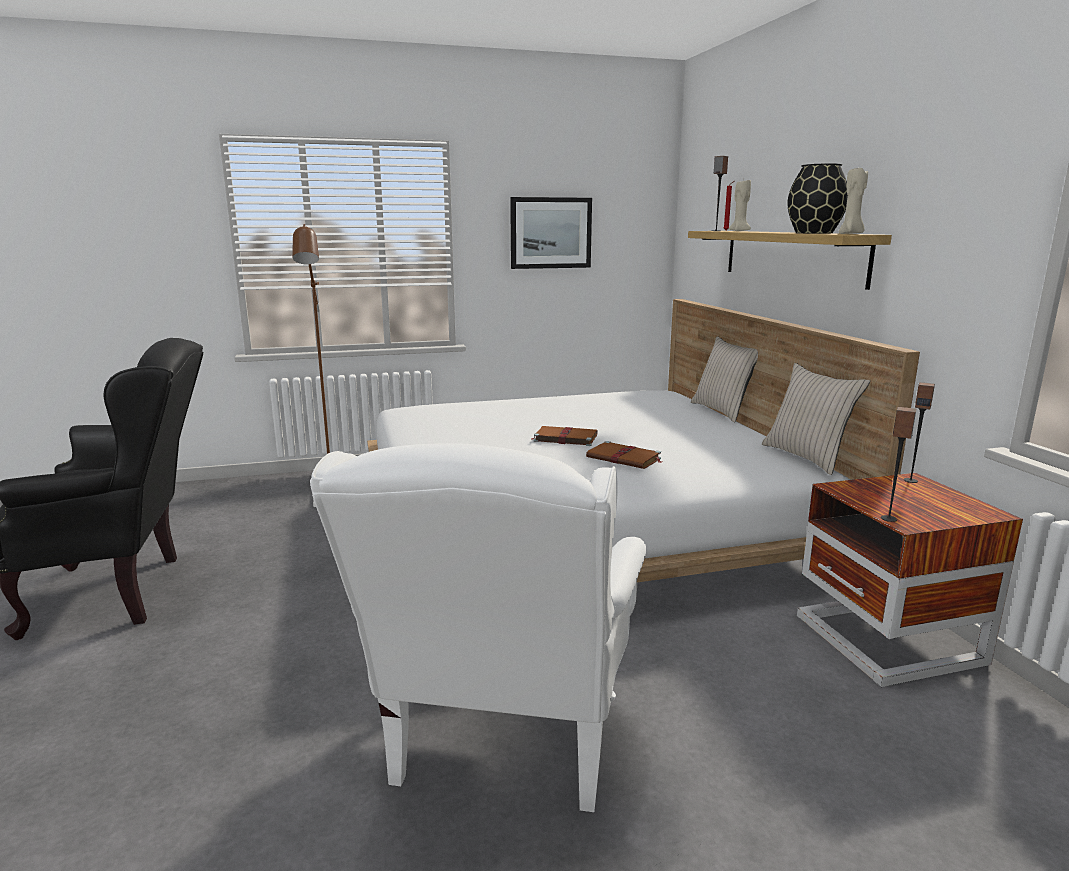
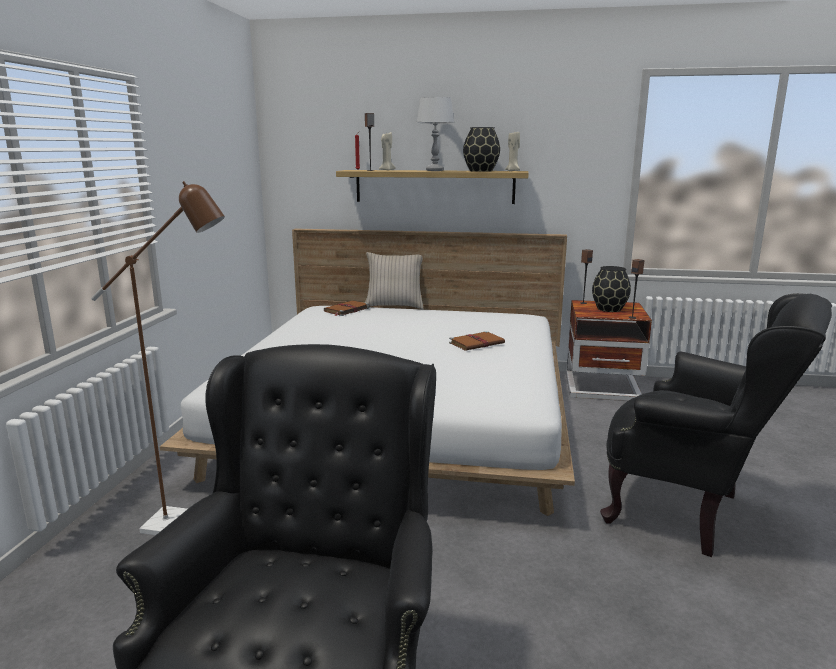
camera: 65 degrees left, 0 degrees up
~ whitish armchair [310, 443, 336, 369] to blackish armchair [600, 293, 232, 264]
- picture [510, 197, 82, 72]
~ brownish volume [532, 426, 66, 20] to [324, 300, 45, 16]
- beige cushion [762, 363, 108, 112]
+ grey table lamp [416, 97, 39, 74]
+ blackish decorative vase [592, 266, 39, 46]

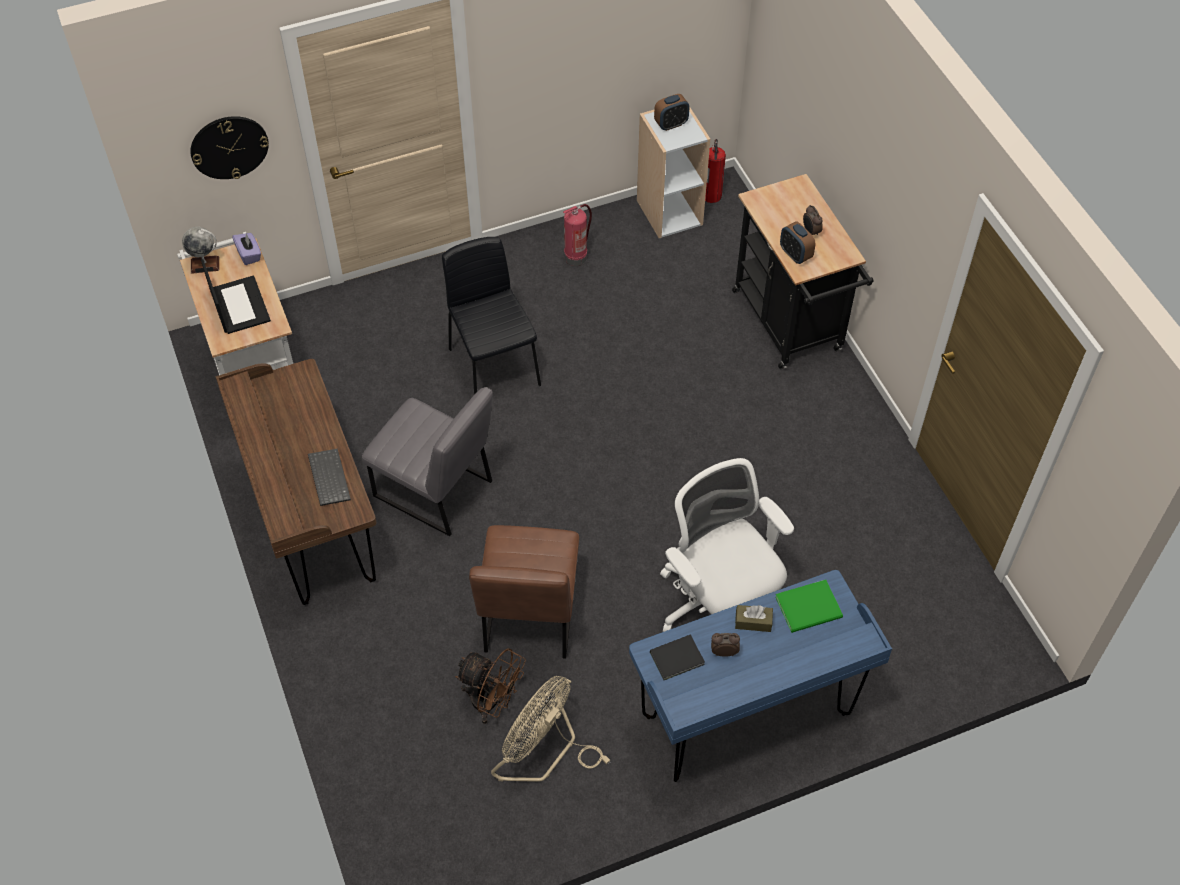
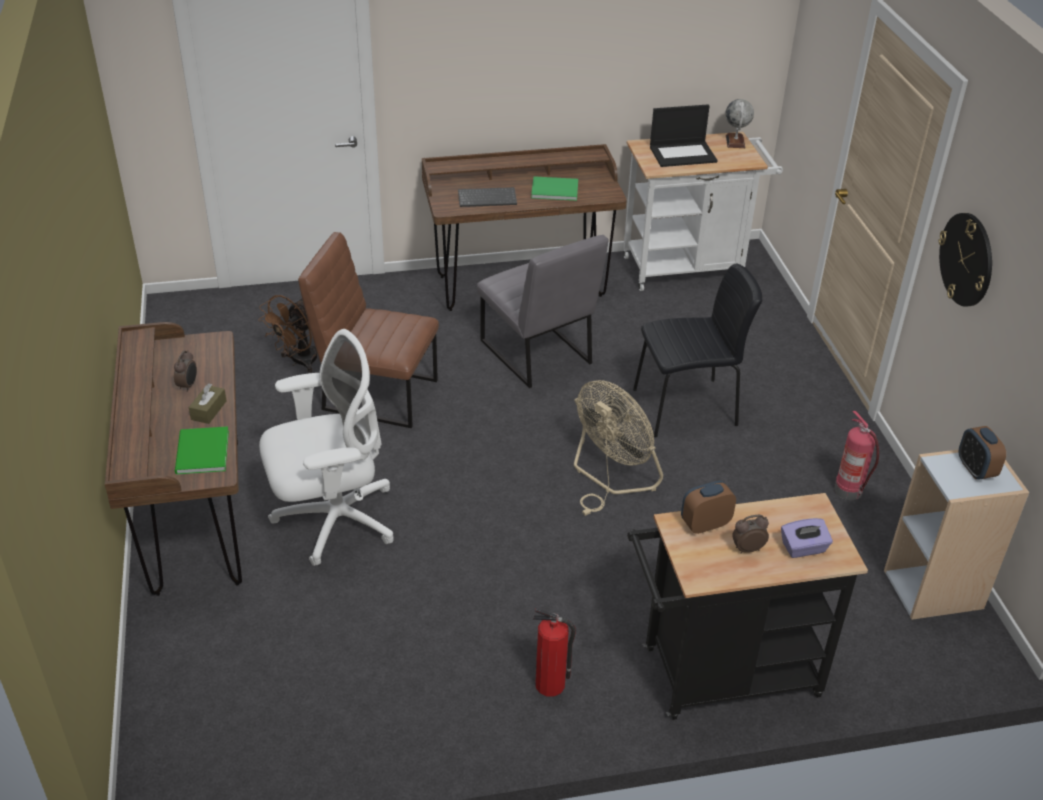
camera: 100 degrees right, 15 degrees down
~ wall clock [190, 116, 79, 63] to [938, 213, 54, 94]
~ purple-coloured box of tissues [232, 232, 29, 33] to [781, 518, 52, 40]
~ grey chair [362, 387, 131, 149] = [477, 235, 132, 153] 75 degrees counterclockwise
~ beige cooling fan [491, 676, 119, 106] to [574, 380, 89, 136]
~ blue-coloured desk table [629, 570, 263, 212] to brownish desk table [105, 322, 137, 274]
- blackish volume [650, 634, 55, 46]
~ extinguisher [705, 139, 21, 64] to [533, 609, 43, 88]
+ green-coloured volume [531, 176, 47, 25]

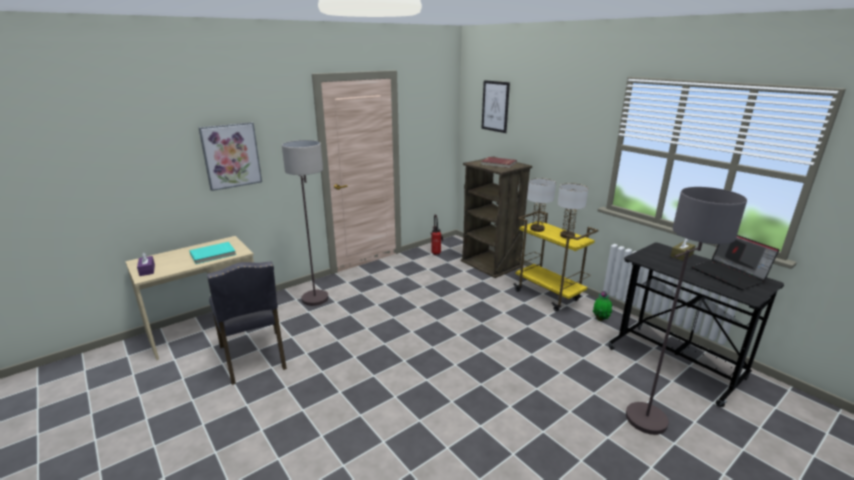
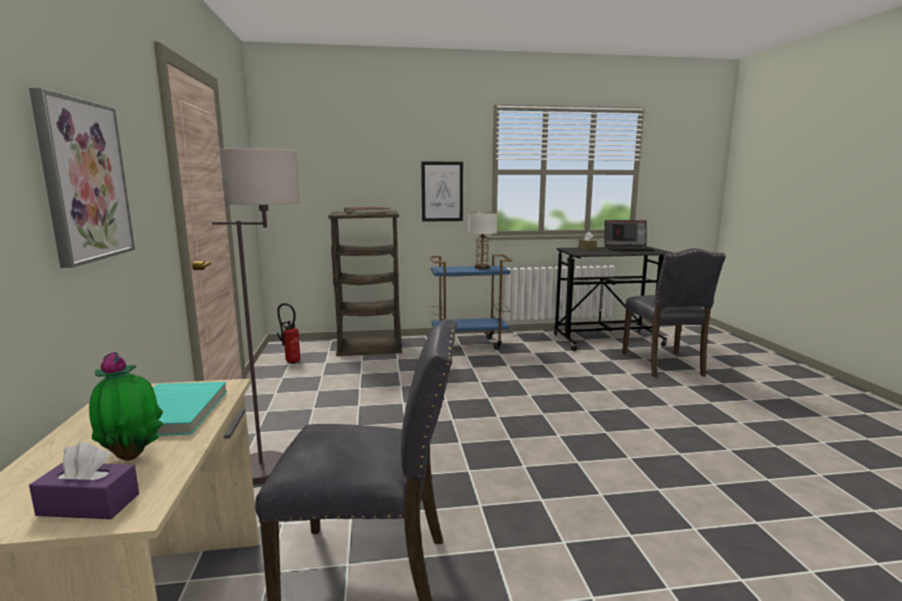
camera: 60 degrees left, 10 degrees down
~ picture [481, 80, 29, 53] to [421, 162, 42, 60]
~ yellow trolley [514, 211, 85, 101] to blue-coloured trolley [429, 254, 84, 96]
- table lamp [527, 178, 29, 54]
~ potted plant [593, 291, 19, 30] to [89, 352, 74, 108]
~ grey standing lamp [626, 187, 121, 248] to grey chair [622, 248, 104, 129]

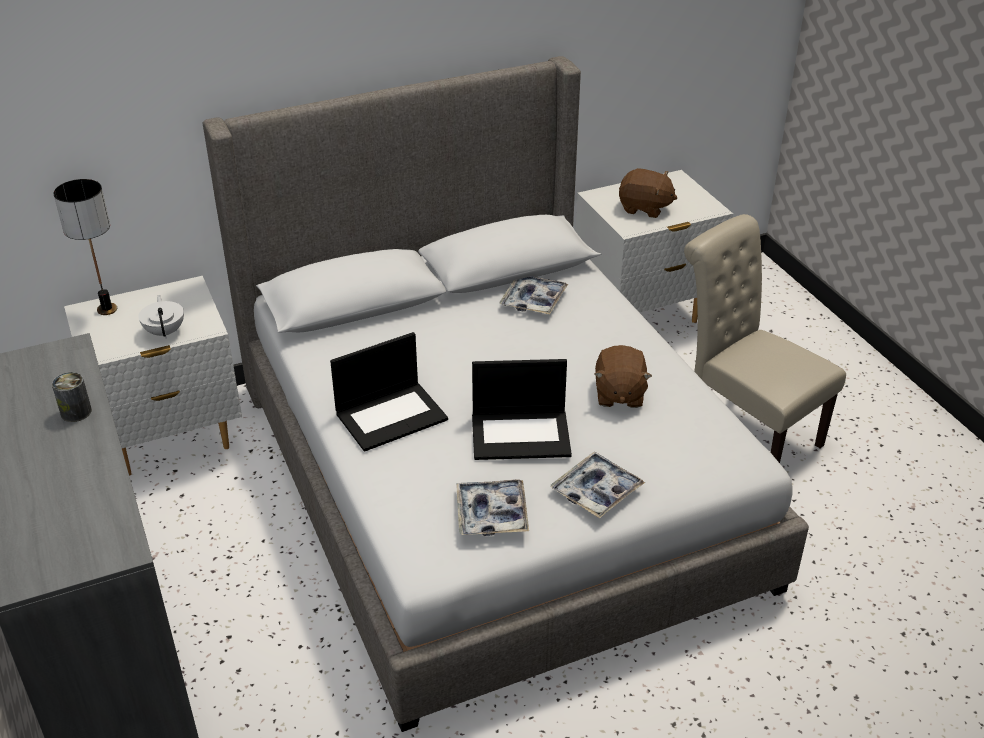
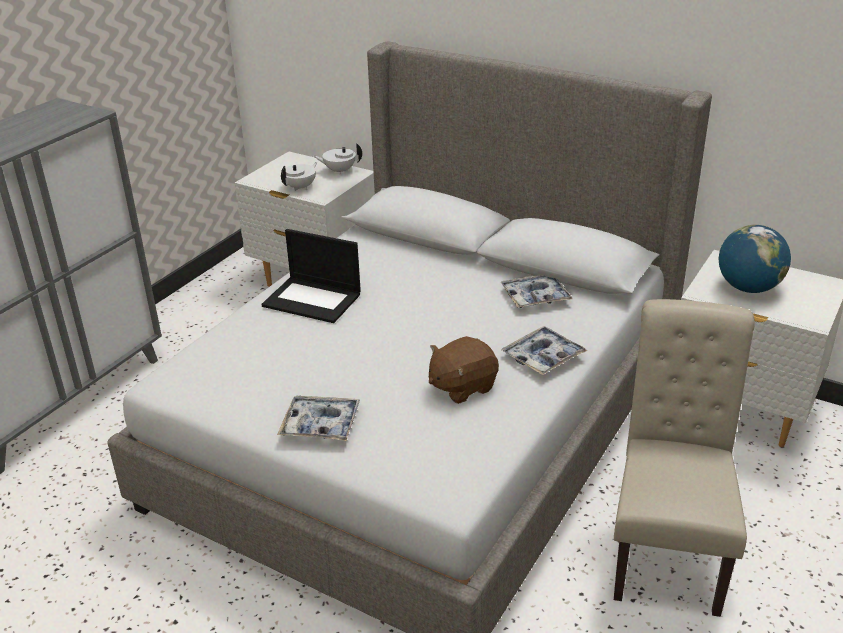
camera: 55 degrees right, 5 degrees down
- can [52, 372, 40, 50]
- table lamp [54, 179, 63, 136]
~ tray [456, 479, 73, 57] to [502, 326, 85, 49]
- notebook computer [472, 359, 100, 101]
~ brownish soft toy [619, 168, 58, 50] to globe [719, 225, 72, 68]
+ whitish tea pot [313, 143, 49, 32]

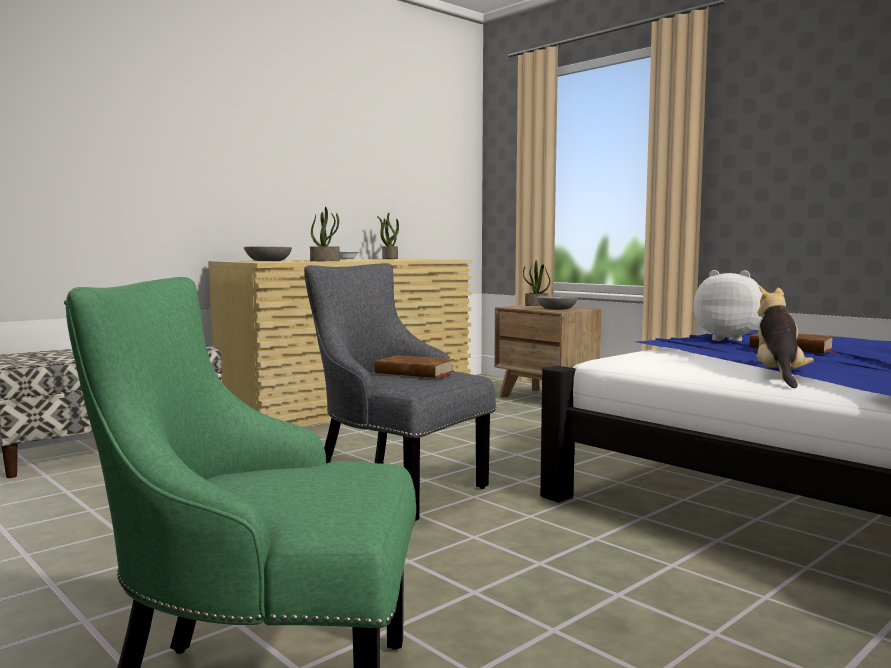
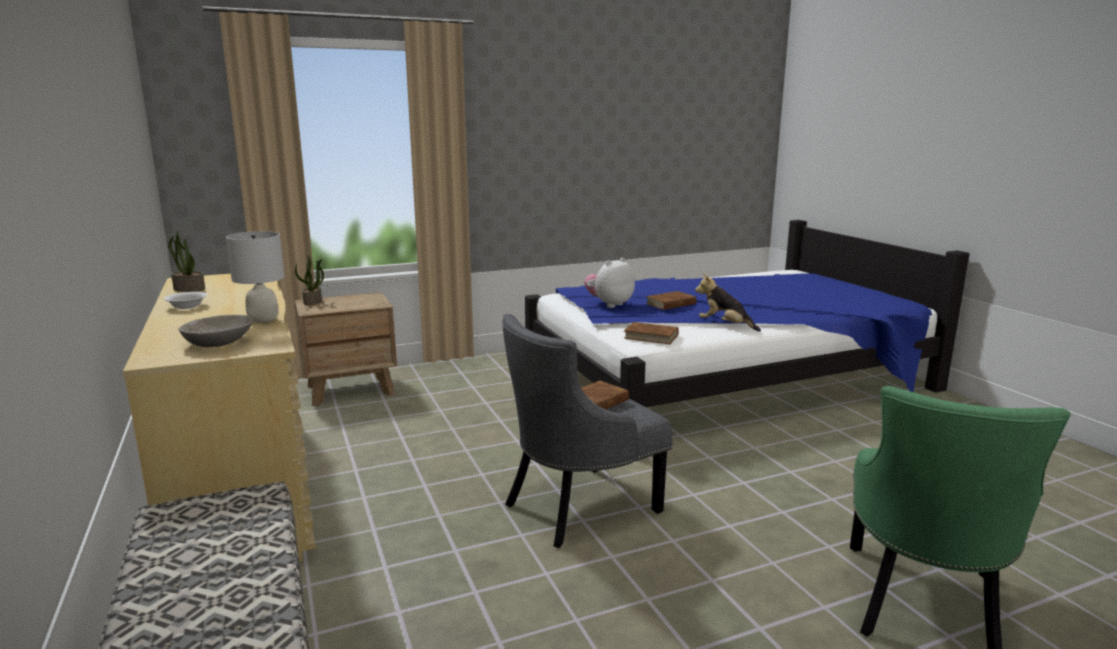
camera: 70 degrees left, 10 degrees up
~ potted plant [310, 207, 30, 54] to grey table lamp [226, 231, 59, 92]
- grey deep dish [536, 296, 42, 14]
+ brownish volume [623, 322, 56, 22]

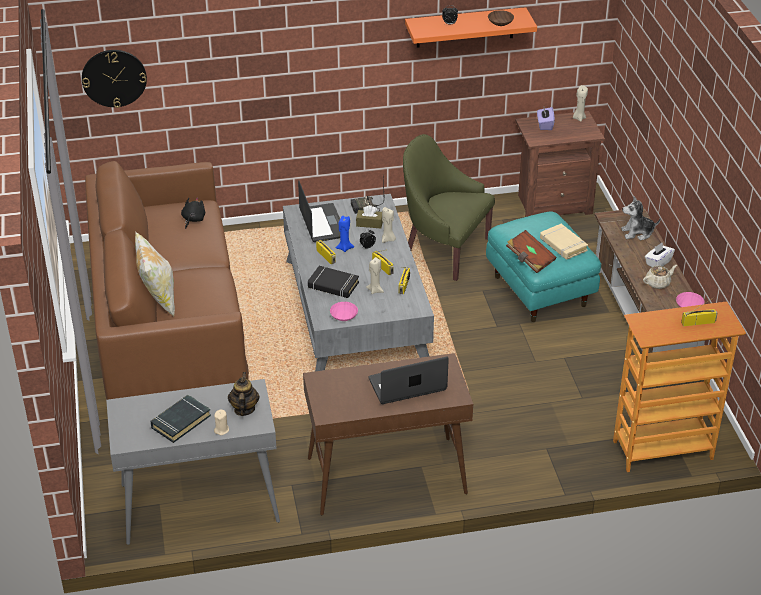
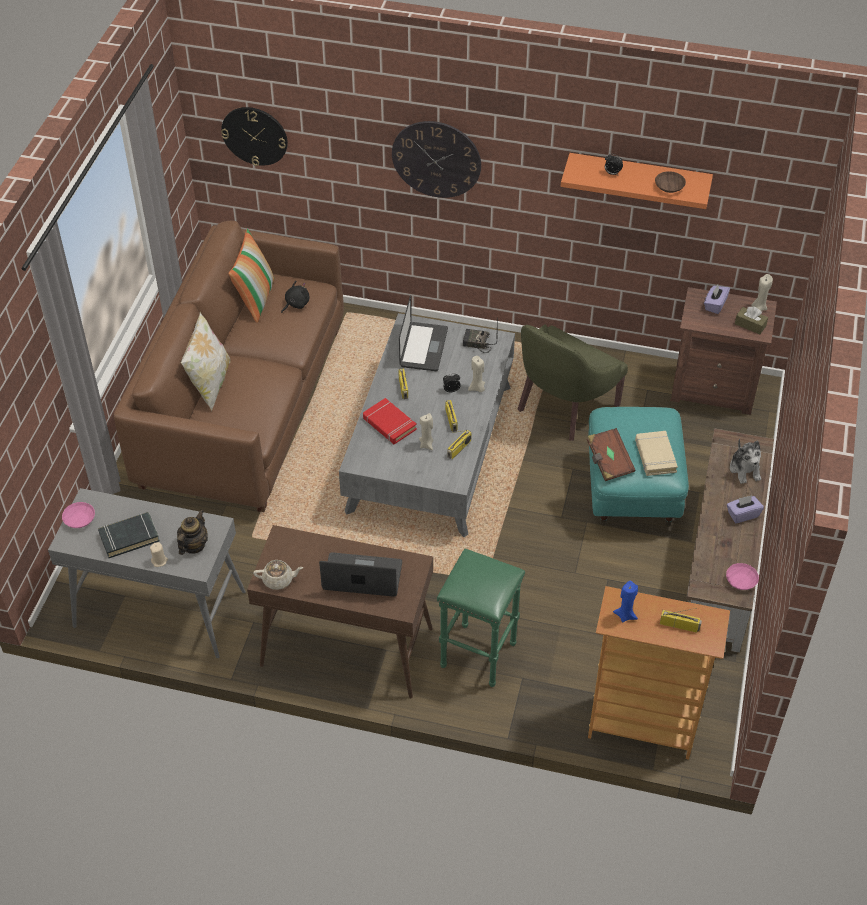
camera: 25 degrees right, 10 degrees up
~ blackish volume [308, 266, 51, 32] to reddish volume [363, 398, 54, 46]
~ pinkish deep dish [330, 302, 28, 19] to [62, 502, 33, 26]
~ blue-coloured wax light [336, 216, 18, 36] to [613, 581, 25, 41]
~ brownish box of tissues [356, 205, 27, 23] to [735, 306, 33, 28]
~ green-coloured armchair [403, 134, 92, 147] = [518, 324, 110, 117] 105 degrees counterclockwise
~ soft toy [621, 196, 40, 44] = [730, 439, 31, 45] 120 degrees counterclockwise
~ beige tea pot [643, 265, 34, 24] to [253, 560, 50, 30]
~ whitish box of tissues [645, 242, 30, 25] to purple-coloured box of tissues [727, 495, 37, 28]
+ cushion [228, 229, 47, 94]
+ wall clock [392, 121, 89, 77]
+ green-coloured sitting stool [437, 549, 88, 138]

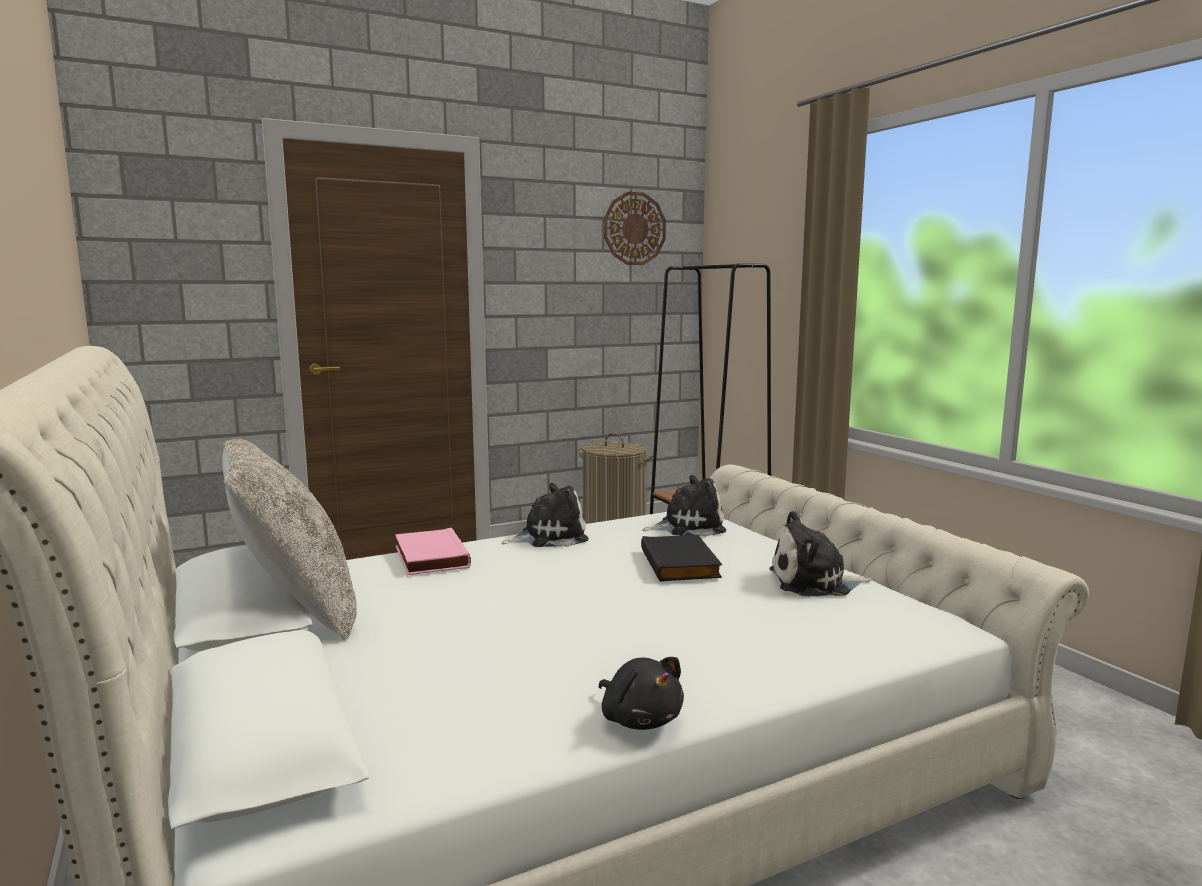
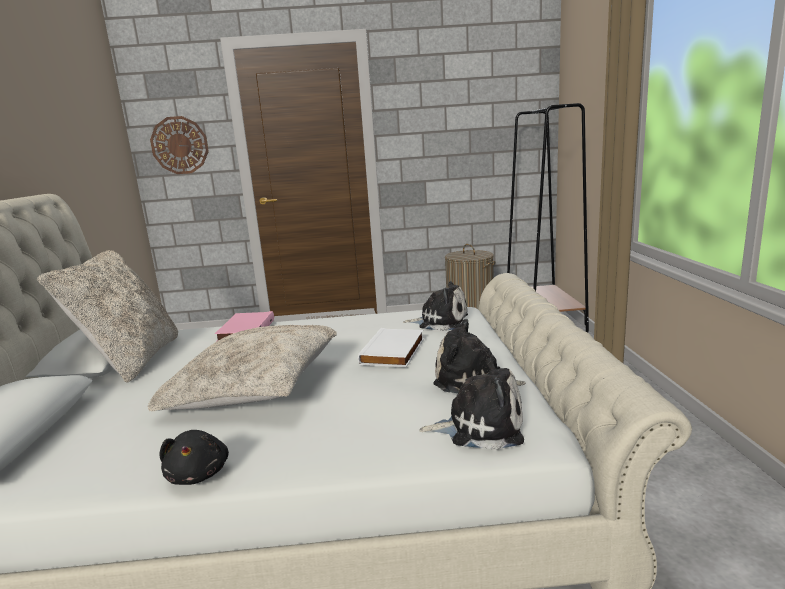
camera: 25 degrees right, 5 degrees up
~ soft toy [501, 483, 88, 64] to [419, 358, 105, 92]
~ wall clock [604, 192, 62, 73] to [150, 116, 59, 58]
~ blackish volume [641, 535, 81, 47] to whitish volume [358, 328, 66, 39]
+ beige cushion [148, 325, 189, 87]

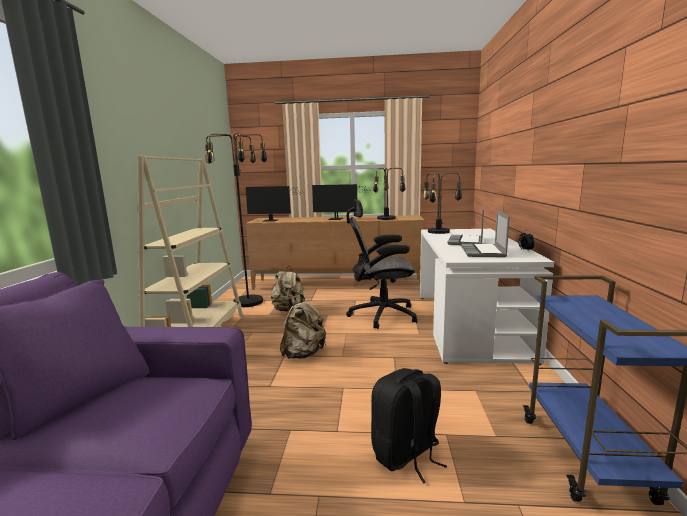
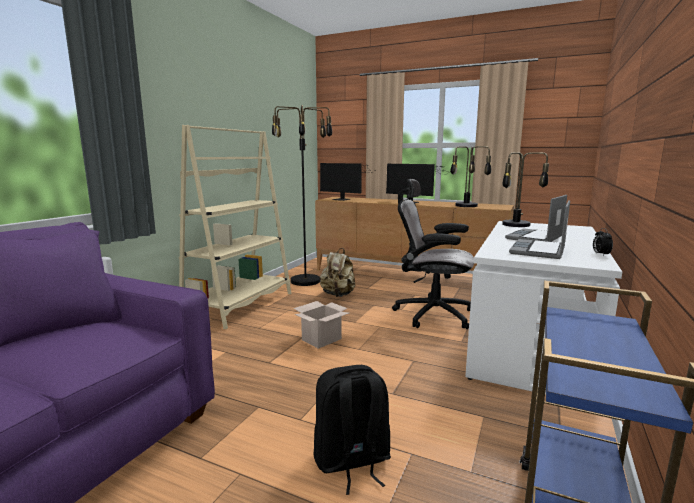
camera: 20 degrees right, 0 degrees up
~ beige knapsack [280, 297, 46, 62] to cardboard box [294, 301, 55, 48]

